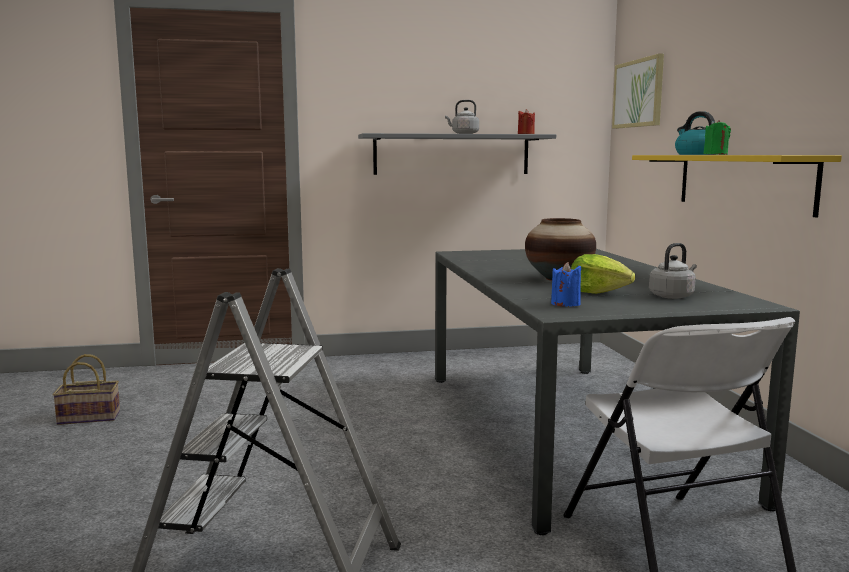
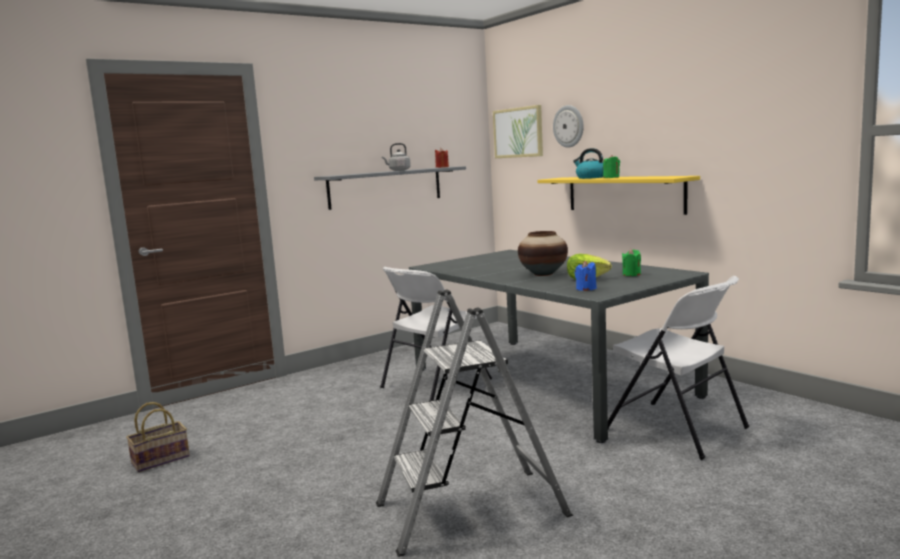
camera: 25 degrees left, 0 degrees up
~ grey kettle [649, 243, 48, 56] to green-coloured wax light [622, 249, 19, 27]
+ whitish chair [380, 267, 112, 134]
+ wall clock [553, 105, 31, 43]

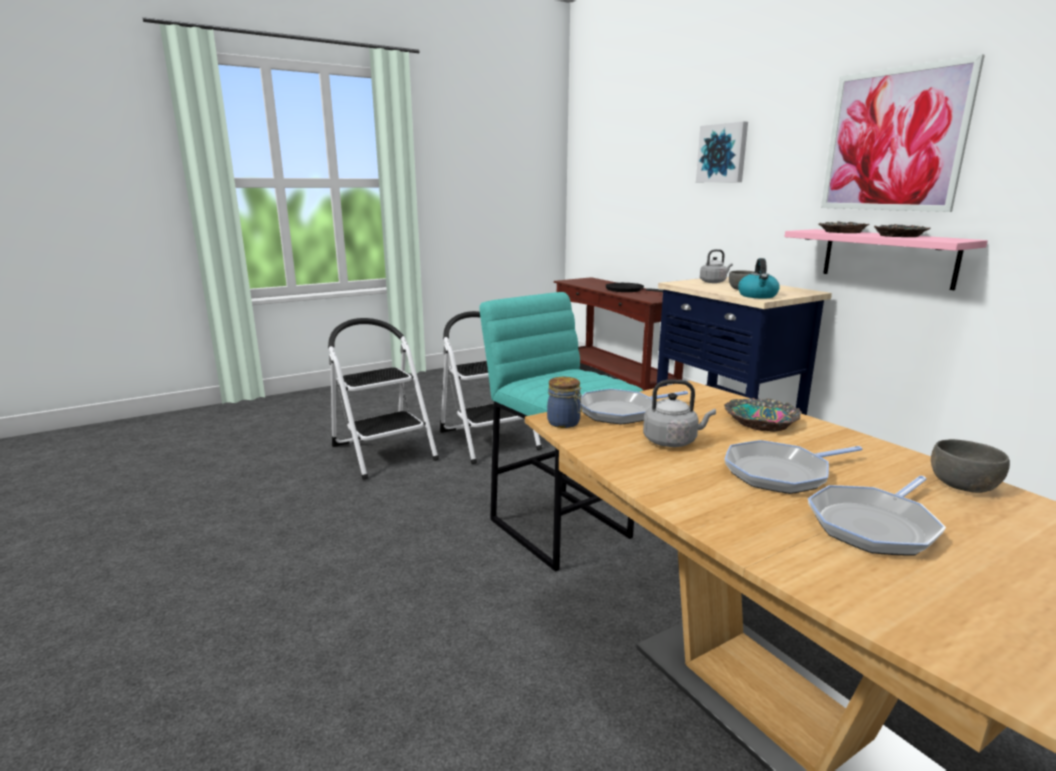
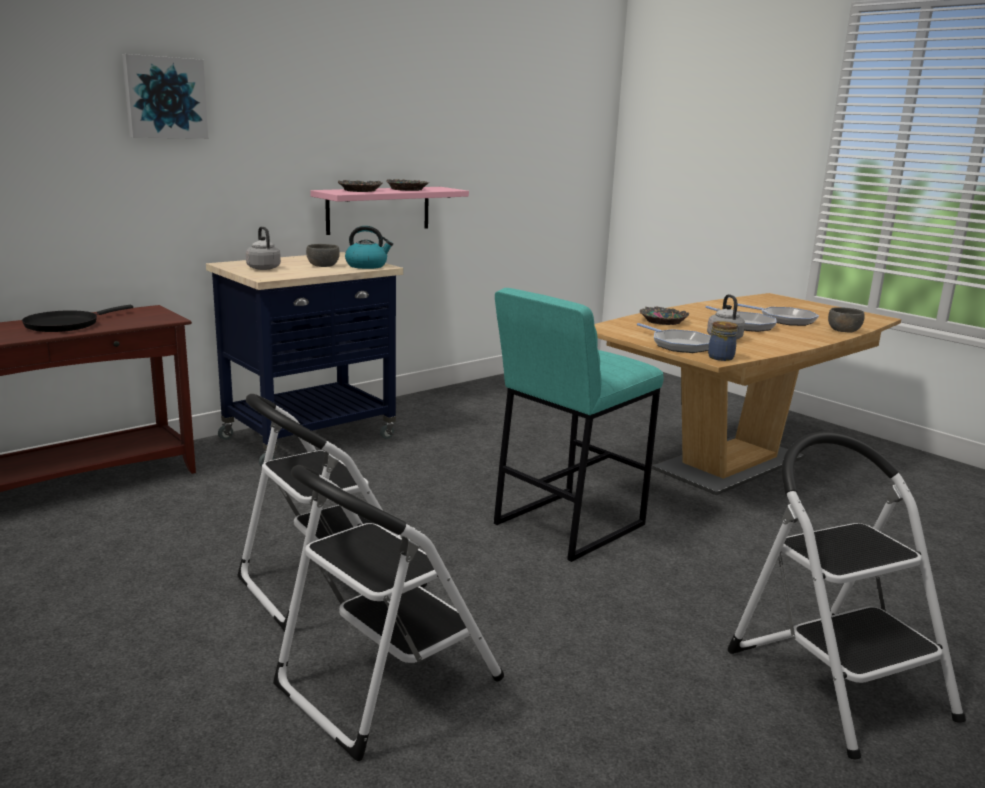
camera: 100 degrees left, 0 degrees up
- picture [821, 54, 164, 158]
~ grey deep dish [931, 439, 79, 54] to [828, 307, 37, 26]
+ step stool [728, 432, 238, 327]

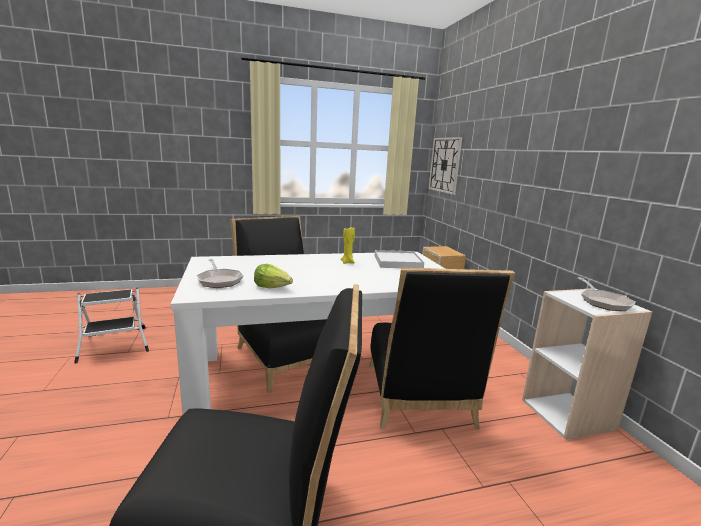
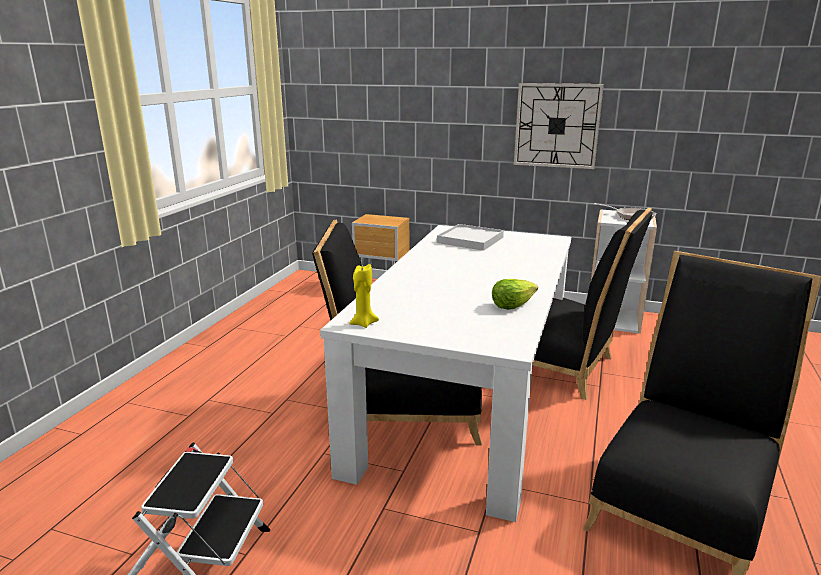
camera: 55 degrees left, 5 degrees up
- skillet [196, 259, 47, 29]
~ yellow wax light [340, 227, 15, 37] to [349, 264, 30, 64]
~ wall clock [429, 137, 33, 58] to [514, 83, 90, 86]

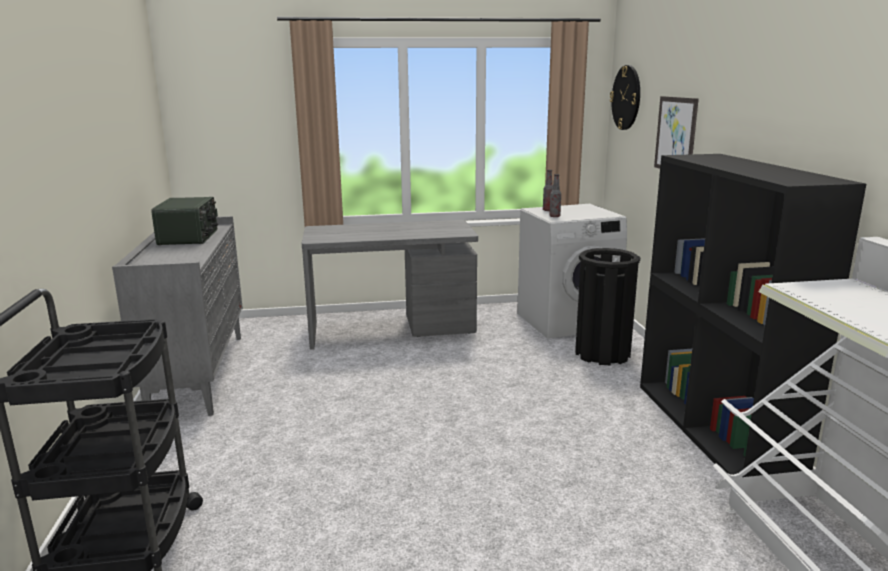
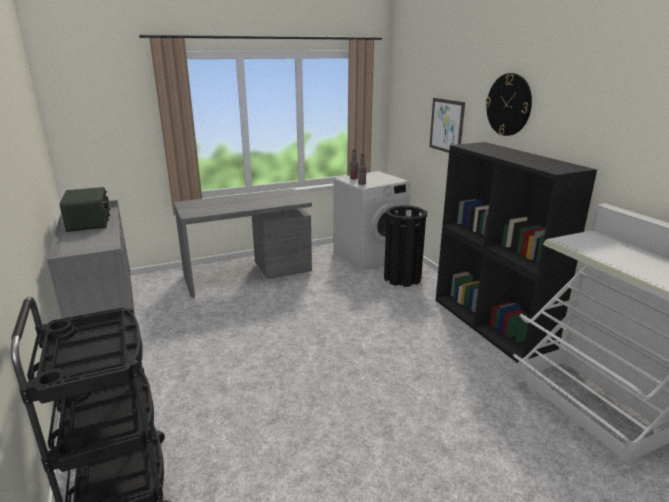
camera: 15 degrees left, 5 degrees up
~ wall clock [610, 65, 30, 65] to [485, 73, 47, 63]

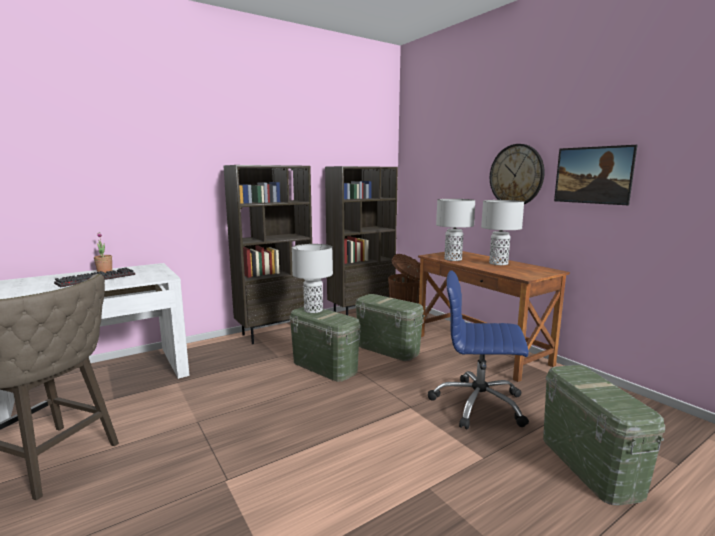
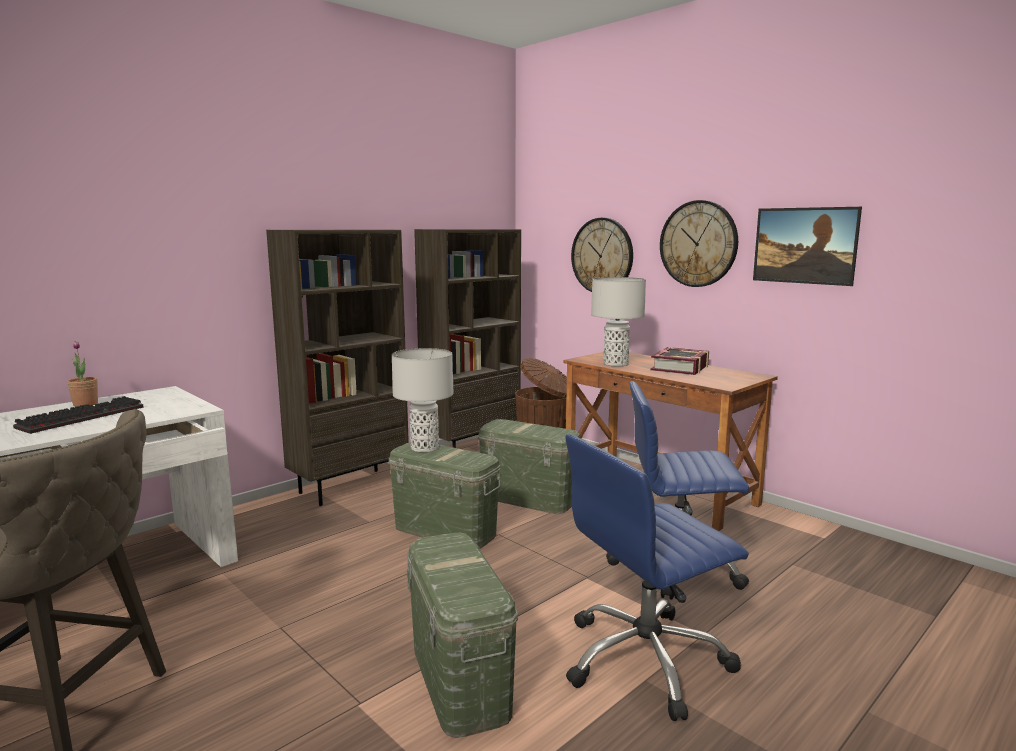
camera: 10 degrees left, 0 degrees up
~ whitish table lamp [481, 200, 43, 65] to volume [651, 347, 58, 28]
~ green-coloured storage box [543, 365, 122, 140] to [407, 533, 111, 205]
+ blue-coloured office chair [565, 434, 184, 287]
+ wall clock [571, 218, 62, 74]

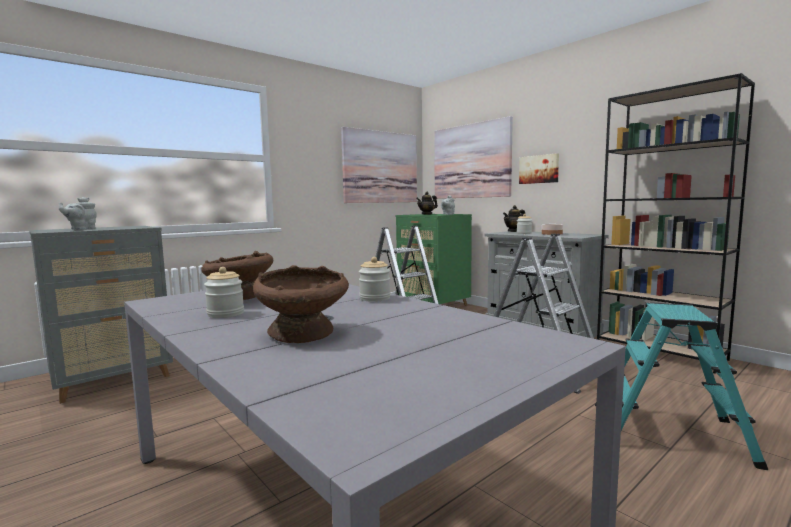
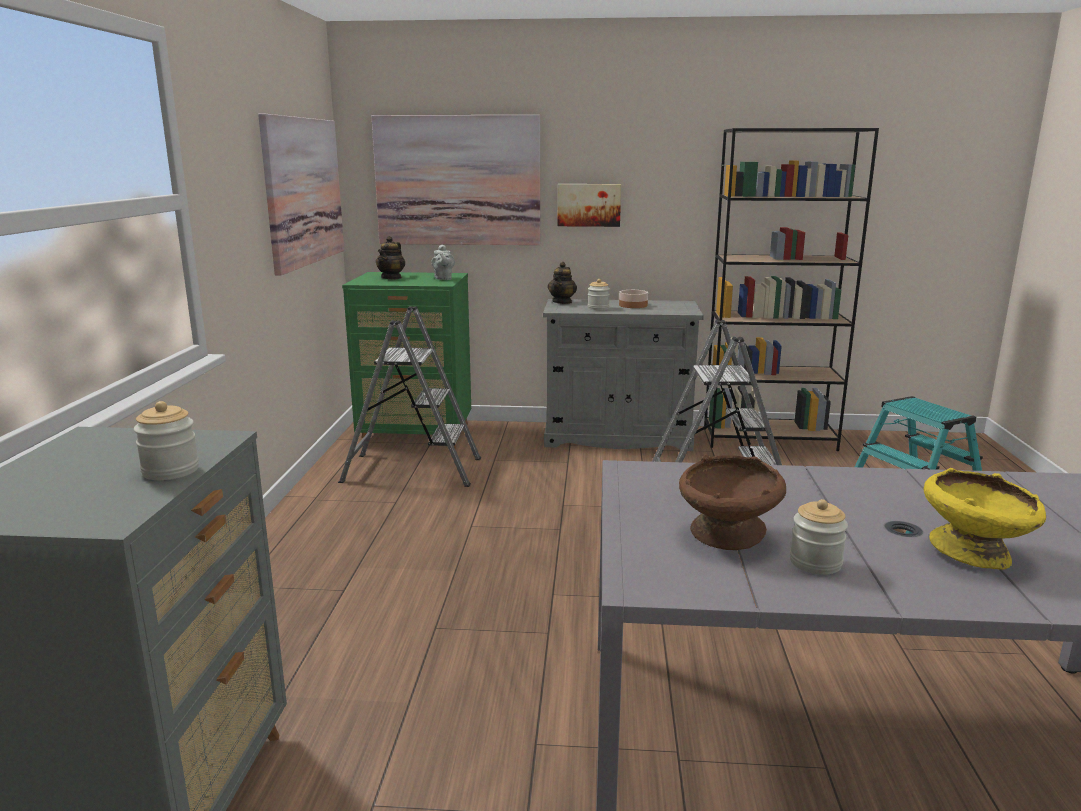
camera: 45 degrees left, 10 degrees up
- grey tea pot [59, 197, 38, 33]
~ brownish deep dish [253, 265, 96, 78] to yellow deep dish [924, 468, 122, 102]
~ preserve jar [359, 257, 31, 45] to [134, 401, 65, 79]

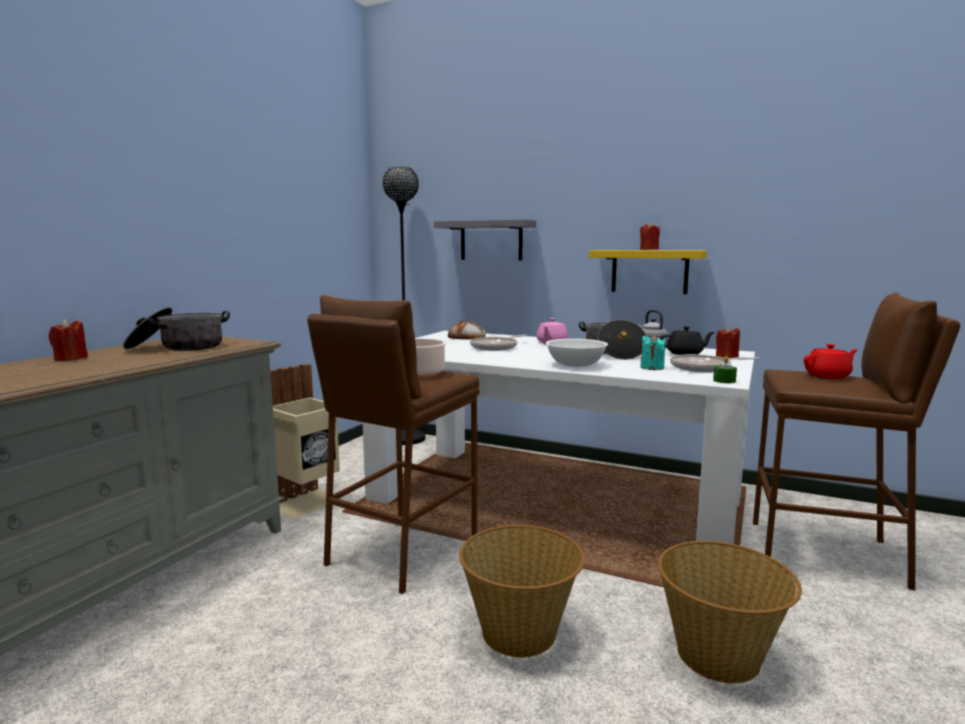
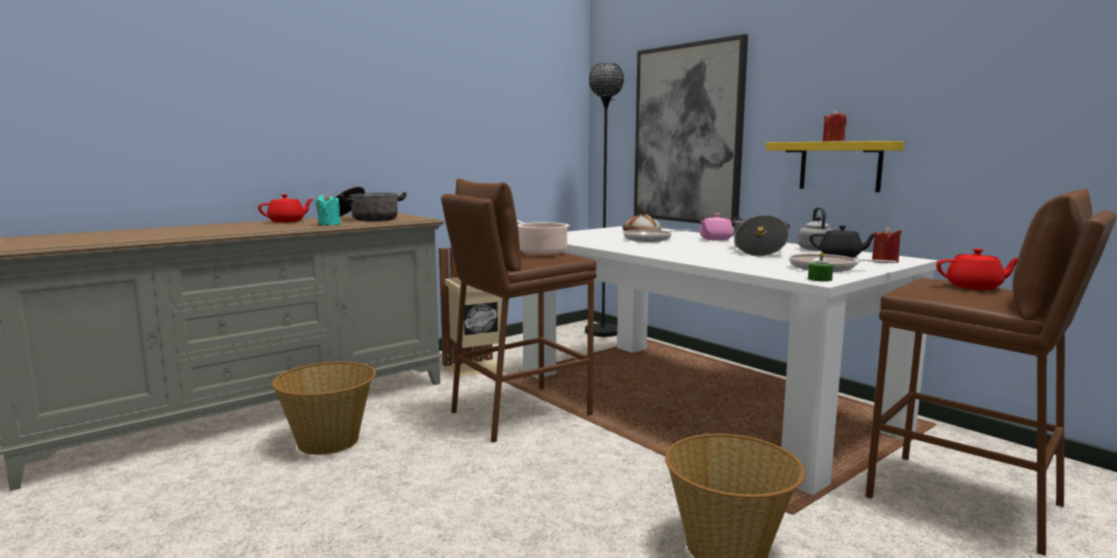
camera: 25 degrees right, 0 degrees up
~ reddish wax light [49, 319, 39, 42] to reddish tea pot [258, 194, 55, 29]
~ grey shelf [434, 219, 102, 41] to picture [634, 34, 114, 193]
~ household basket [459, 525, 126, 133] to [272, 362, 104, 93]
- whitish deep dish [546, 339, 62, 28]
~ blue-green wax light [640, 334, 25, 36] to [315, 193, 26, 33]

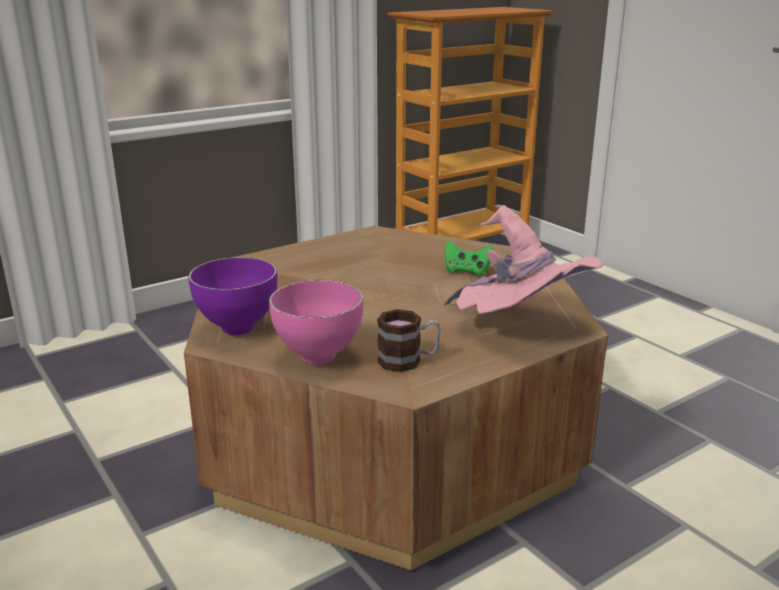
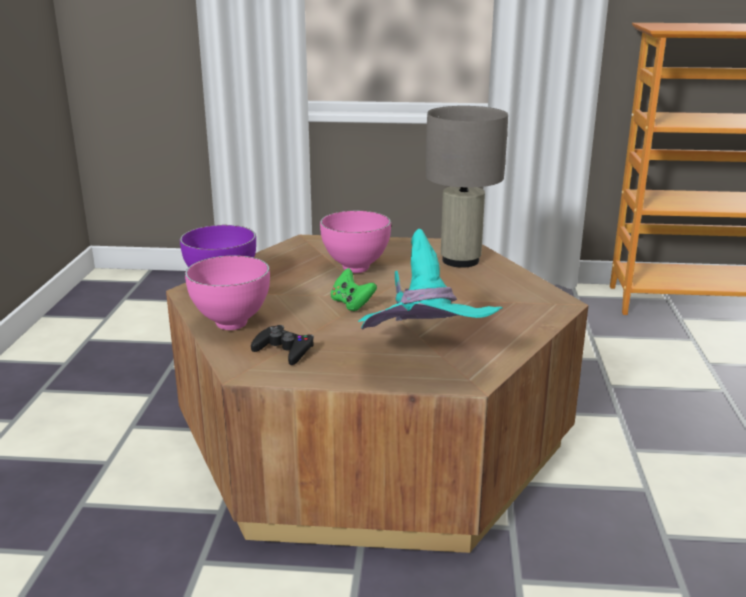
camera: 40 degrees right, 0 degrees up
~ tea mug [377, 309, 63, 63] to blackish gamepad [251, 325, 63, 40]
~ pinkish wearable hat [444, 205, 159, 109] to blue-green wearable hat [358, 229, 145, 101]
~ green-coloured gamepad [445, 241, 49, 34] to [331, 268, 46, 43]
+ pinkish deep dish [320, 210, 71, 63]
+ grey table lamp [426, 106, 82, 162]

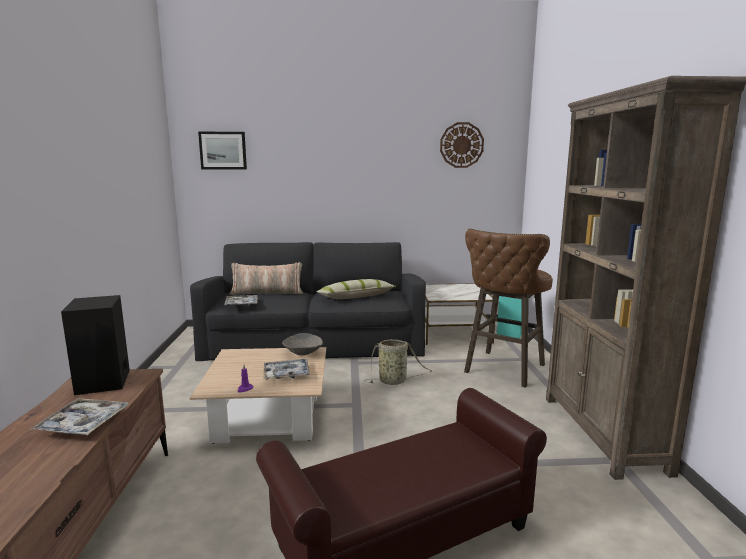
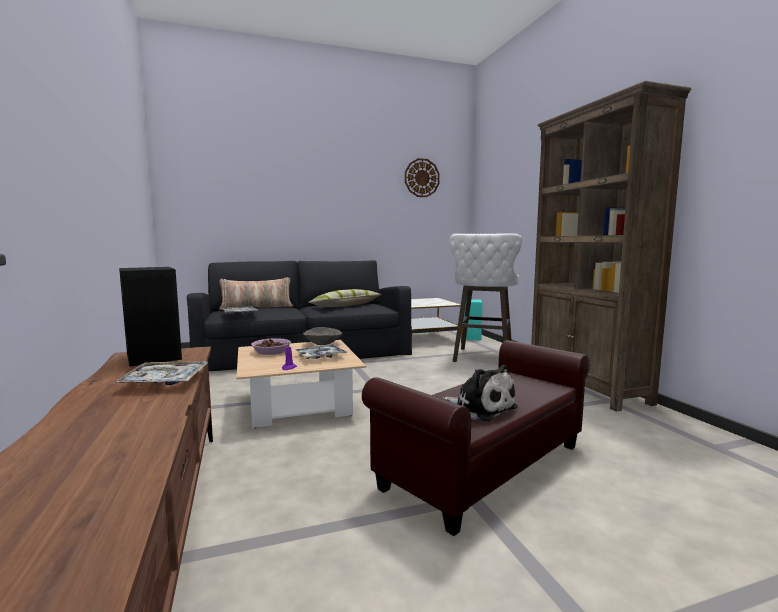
camera: 15 degrees left, 5 degrees down
- picture [198, 132, 49, 37]
- household basket [366, 339, 66, 46]
~ brownish sitting stool [464, 229, 89, 159] to whitish sitting stool [449, 233, 73, 129]
+ deep dish [251, 338, 40, 17]
+ soft toy [443, 365, 75, 57]

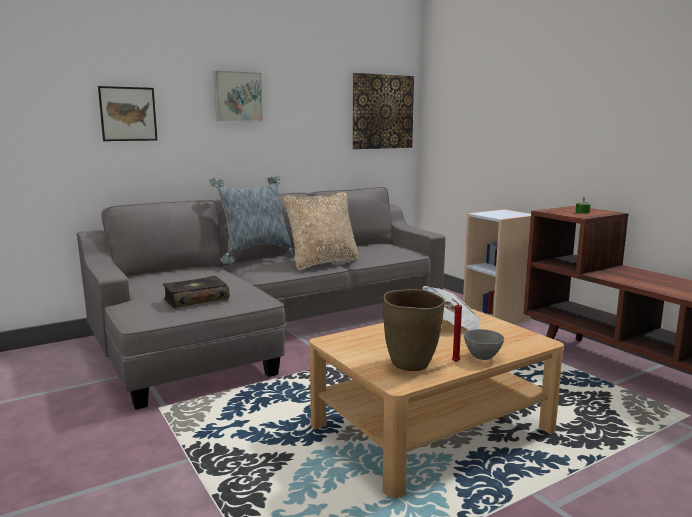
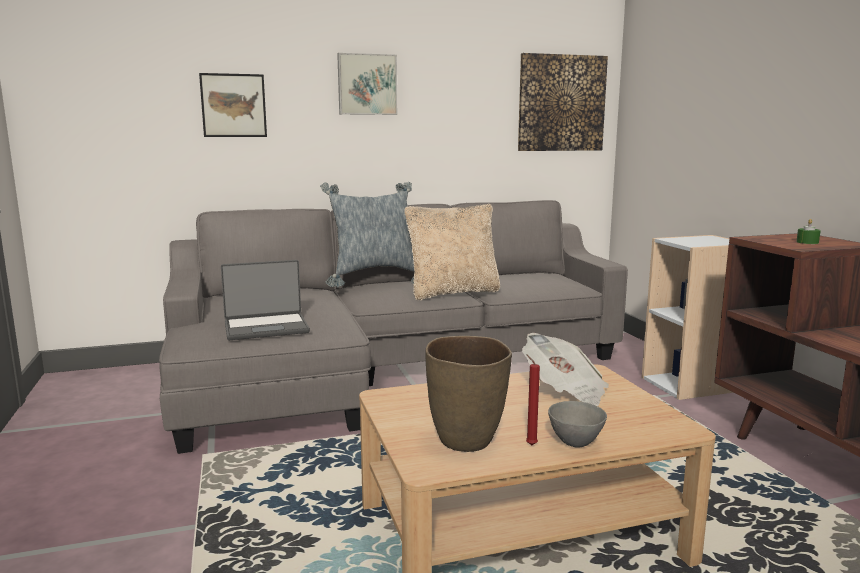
camera: 15 degrees right, 0 degrees up
~ volume [162, 276, 68, 32] to notebook computer [221, 260, 89, 80]

